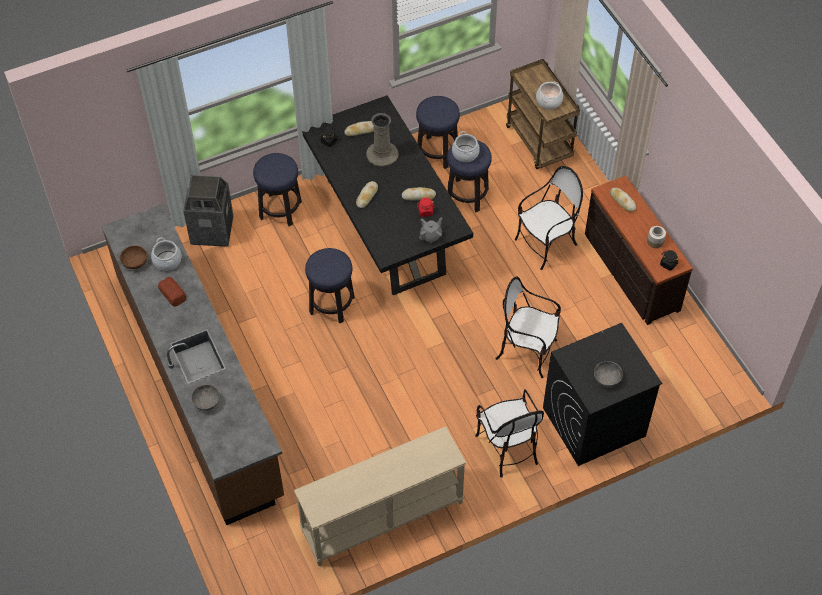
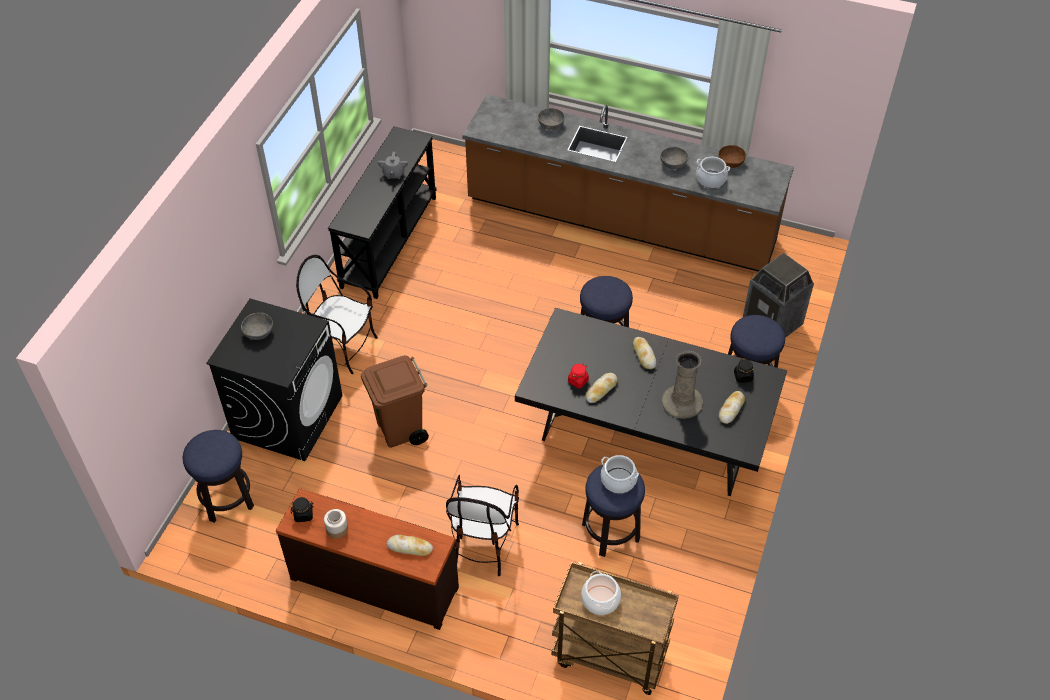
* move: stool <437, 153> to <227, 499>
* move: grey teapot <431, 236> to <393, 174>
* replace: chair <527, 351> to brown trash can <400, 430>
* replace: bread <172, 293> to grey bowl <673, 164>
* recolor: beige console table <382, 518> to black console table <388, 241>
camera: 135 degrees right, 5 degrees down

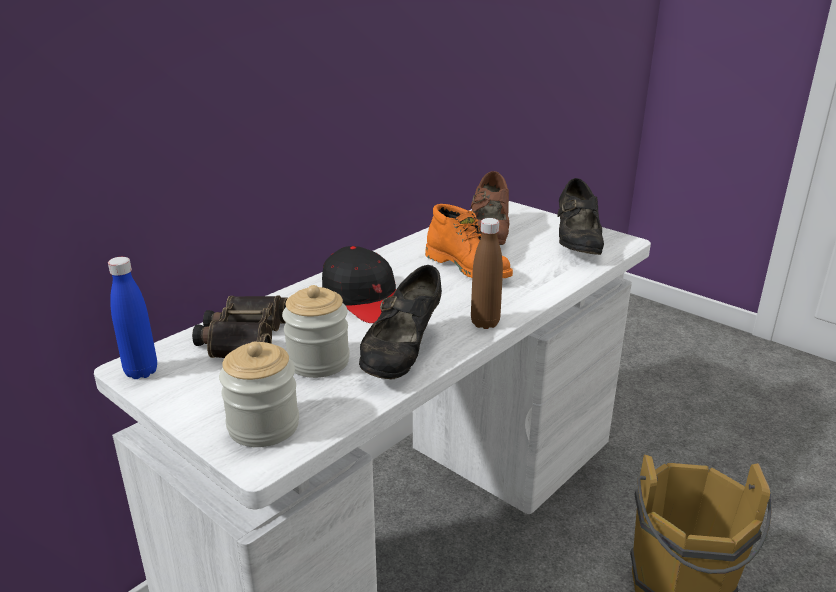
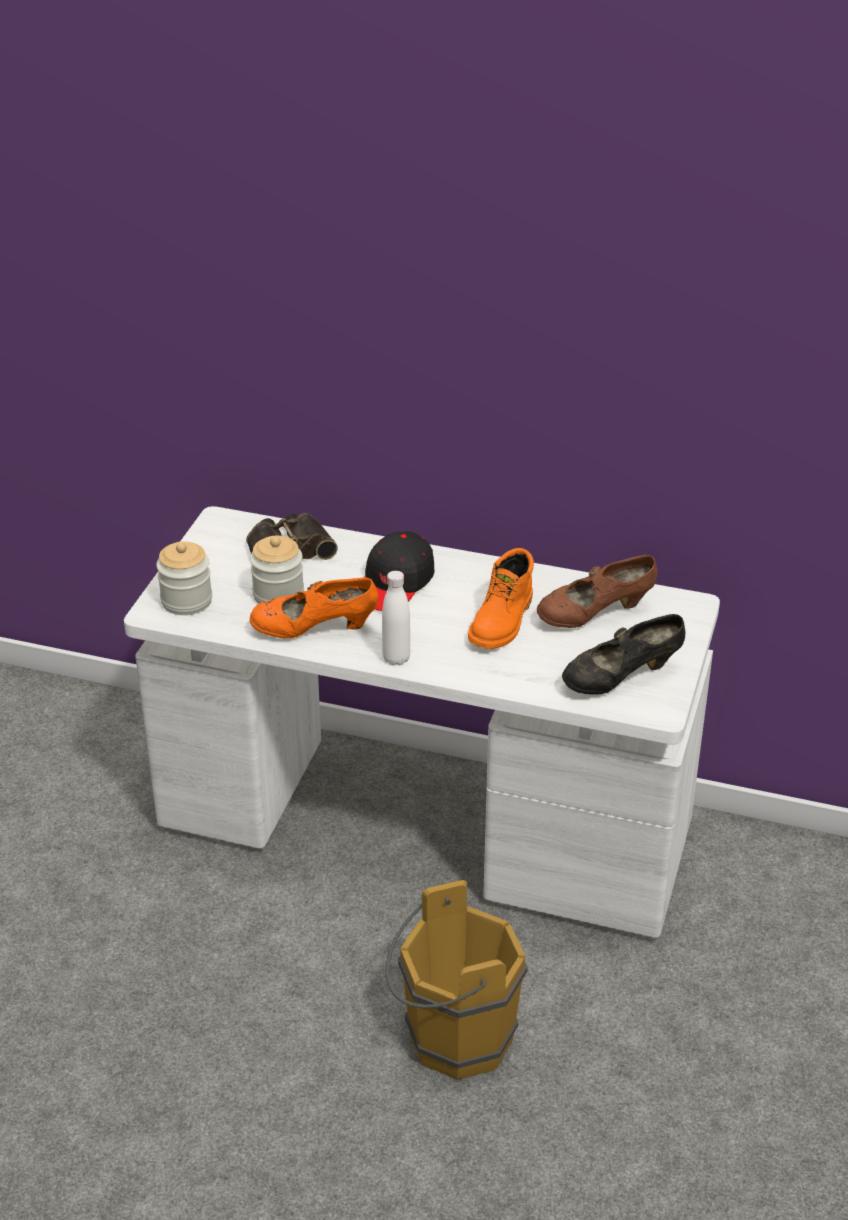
* recolor: brown bottle <485, 323> to white bottle <396, 658>
* delete: blue bottle <141, 372>
* recolor: black shoe <402, 354> to orange shoe <314, 630>
camera: 65 degrees right, 10 degrees up

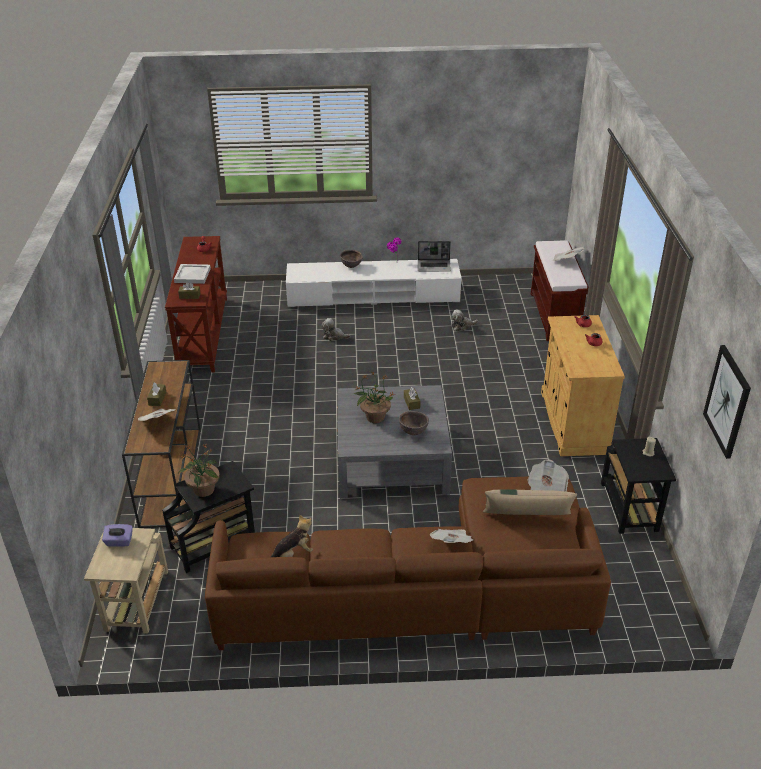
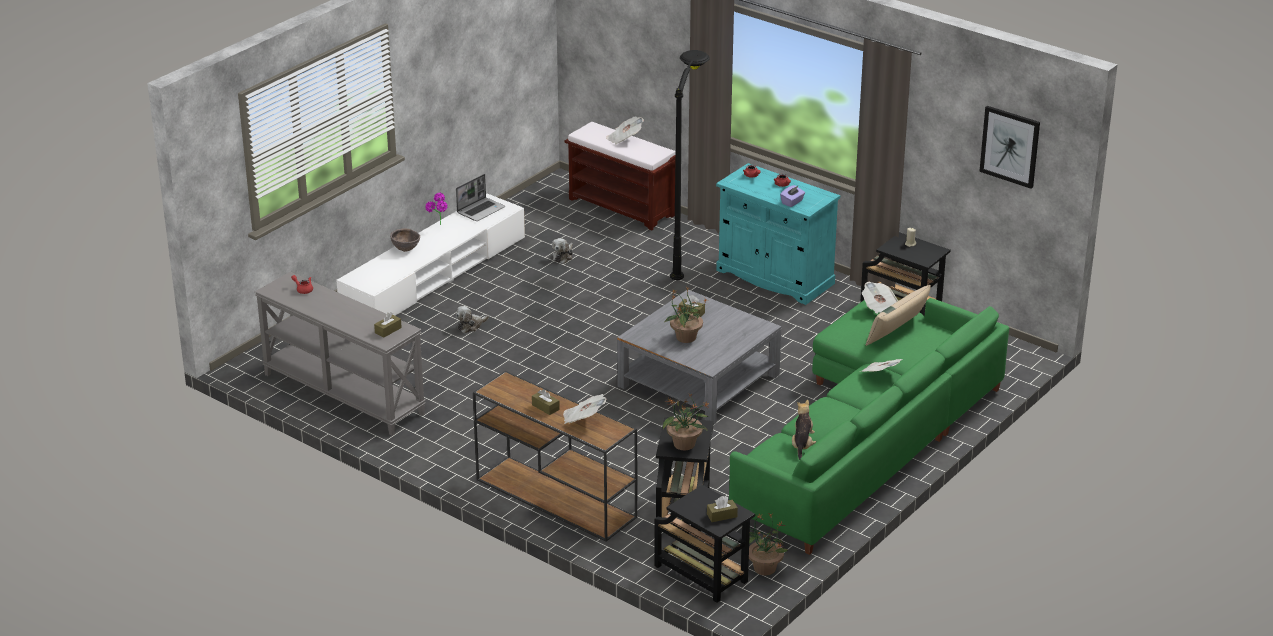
* recolor: brown console table <202, 334> to grey console table <342, 394>
* delete: white tray <193, 275>
* recolor: beige cabinet <573, 422> to turquoise cabinet <774, 277>
* delete: brown bowl <413, 432>
* recolor: brown sofa <426, 591> to green sofa <869, 436>
* move: purple tissue box <119, 542> to <792, 202>
* recolor: beige side table <136, 603> to black side table <703, 575>
* insert: black floor lamp <687, 255>
* insert: brown tissue box <722, 515>
* insert: potted plant <764, 568>
camera: 50 degrees left, 5 degrees down

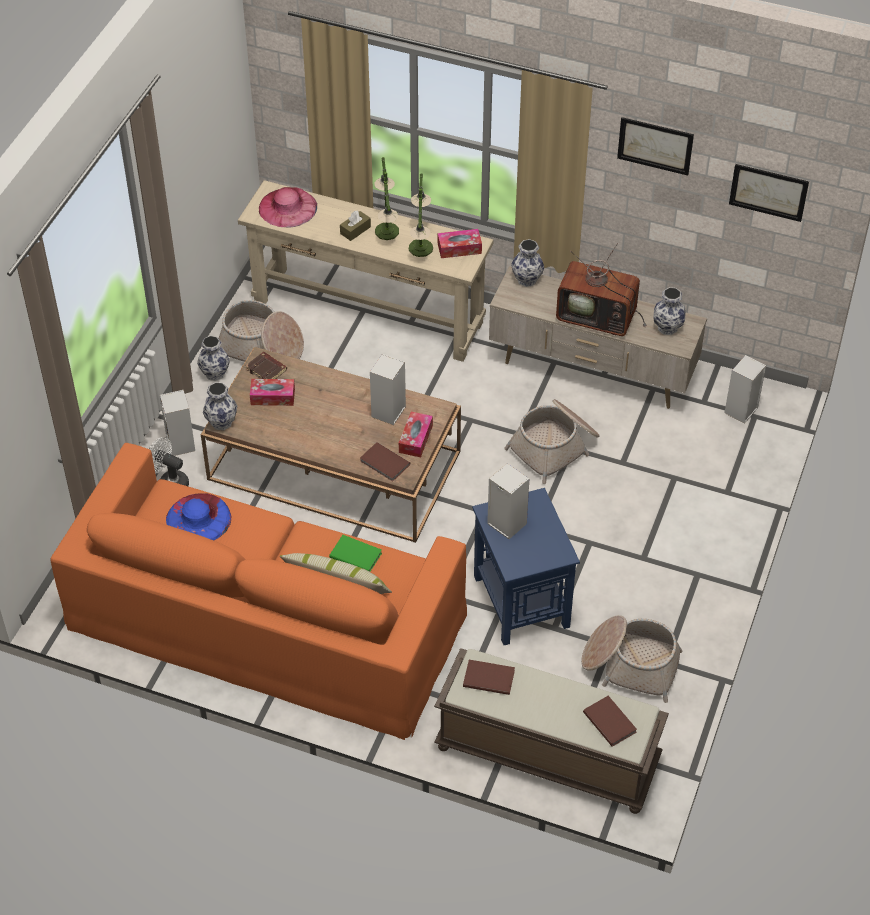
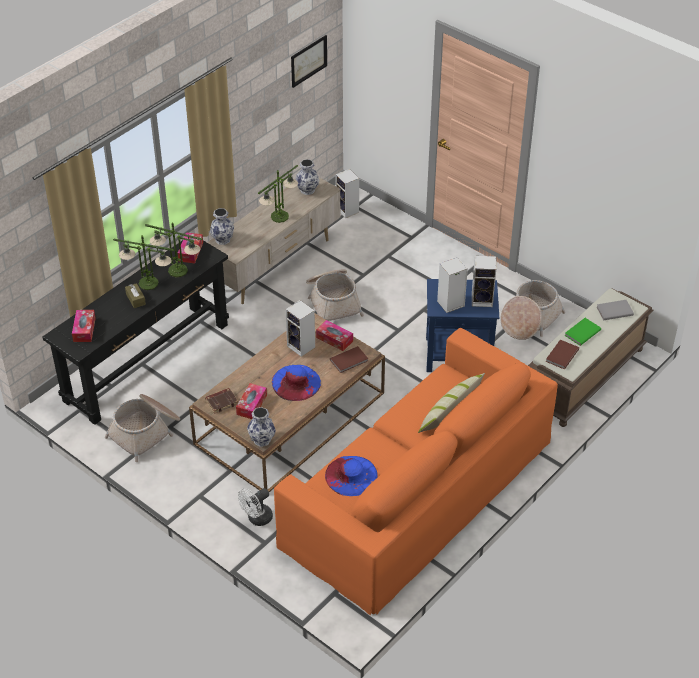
* delete: picture <655, 145>
* recolor: beige console table <368, 313> to black console table <147, 362>
* replace: pink hat <287, 207> to tissue box <84, 330>
* replace: television <599, 317> to table lamp <279, 217>
* delete: vase <215, 373>
* move: speaker <181, 445> to <483, 300>
* move: green book <355, 554> to <581, 332>
* recolor: brown book <610, 721> to grey book <614, 311>
* insert: blue hat <296, 382>
camera: 70 degrees left, 5 degrees down

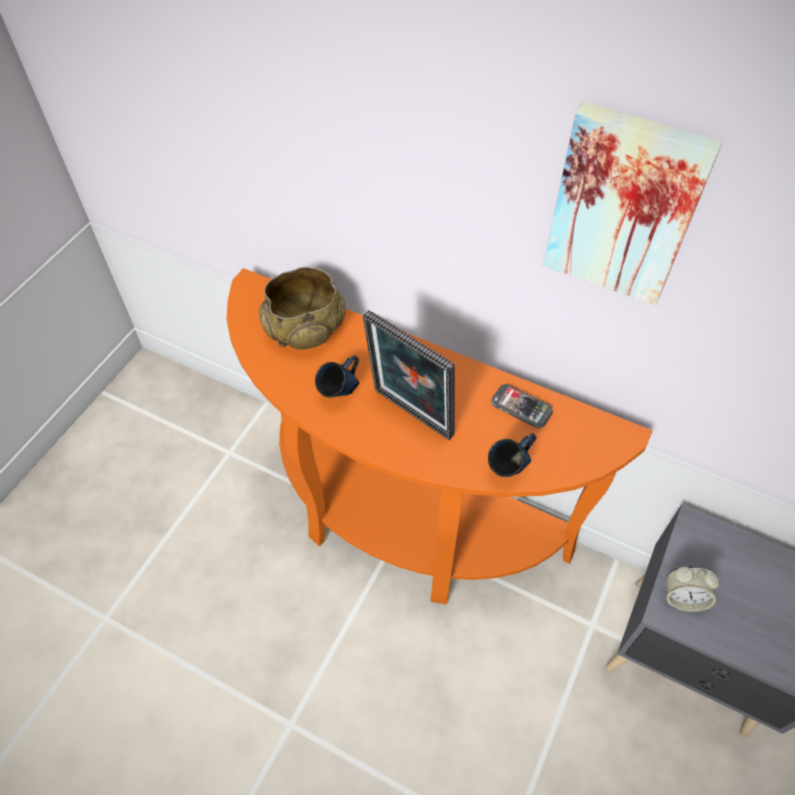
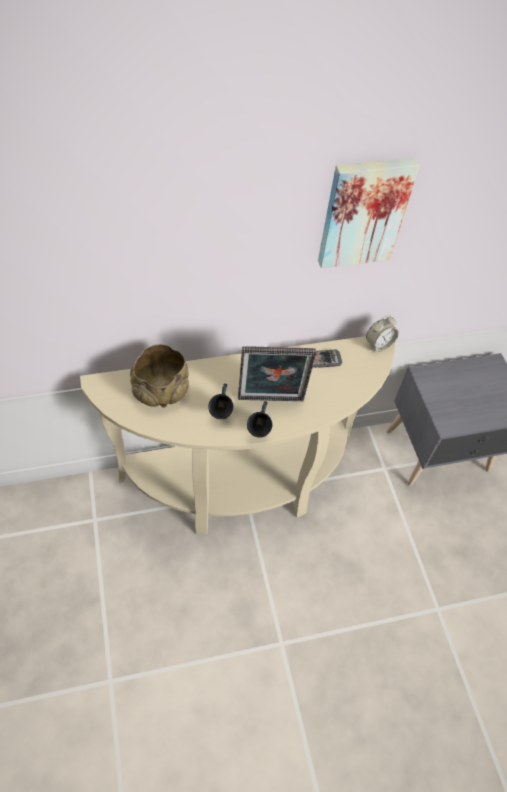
* recolor: orange console table <402, 521> to beige console table <241, 485>
* move: blue mug <509, 471> to <259, 432>
* move: alarm clock <682, 598> to <378, 345>
camera: 45 degrees left, 0 degrees up

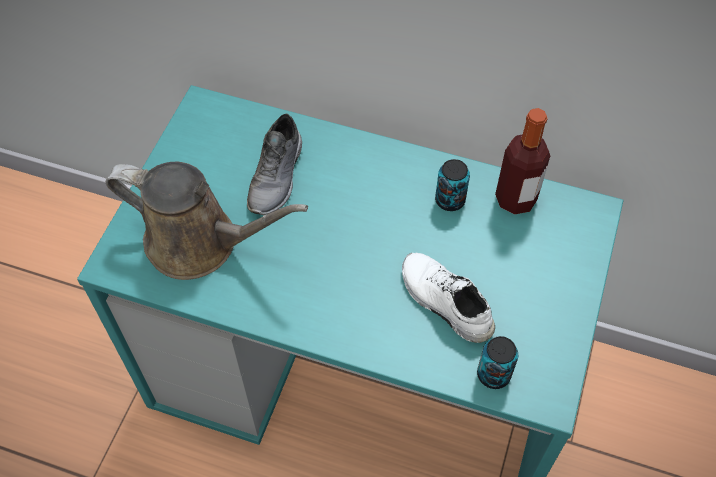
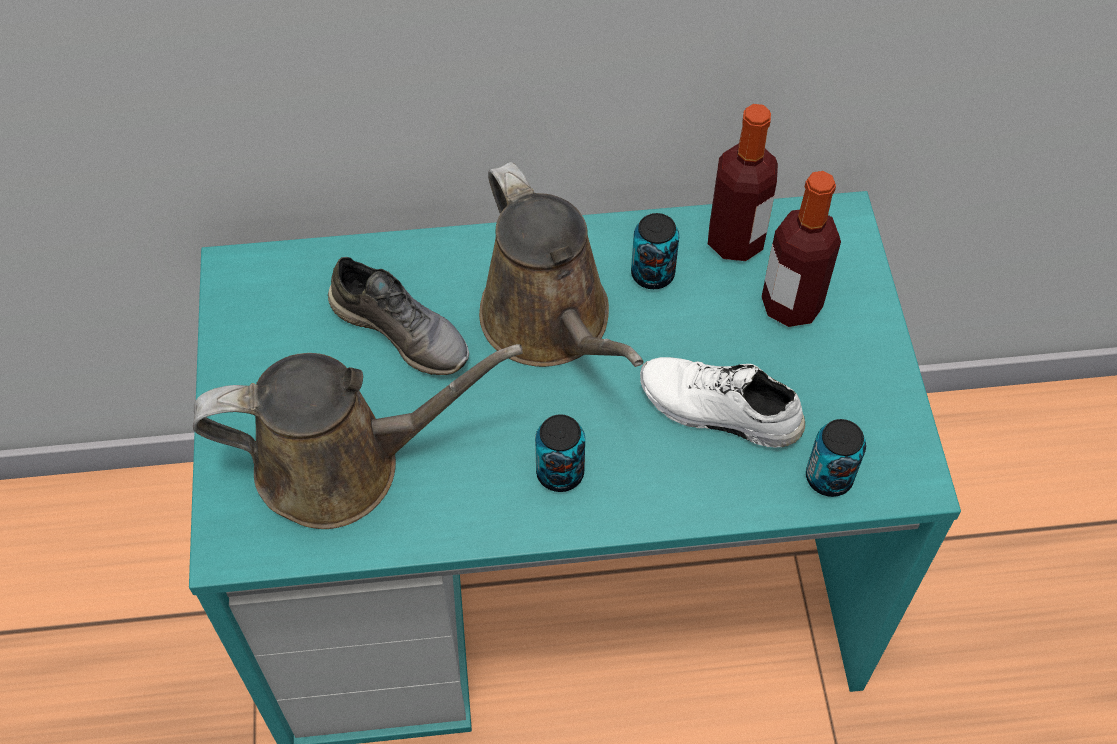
* rotate: grey shoe <277, 176> = <402, 330> 45 degrees counterclockwise
* insert: brown watering can <551, 324>
* insert: bottle <791, 305>
* insert: can <560, 473>
camera: 25 degrees left, 0 degrees up

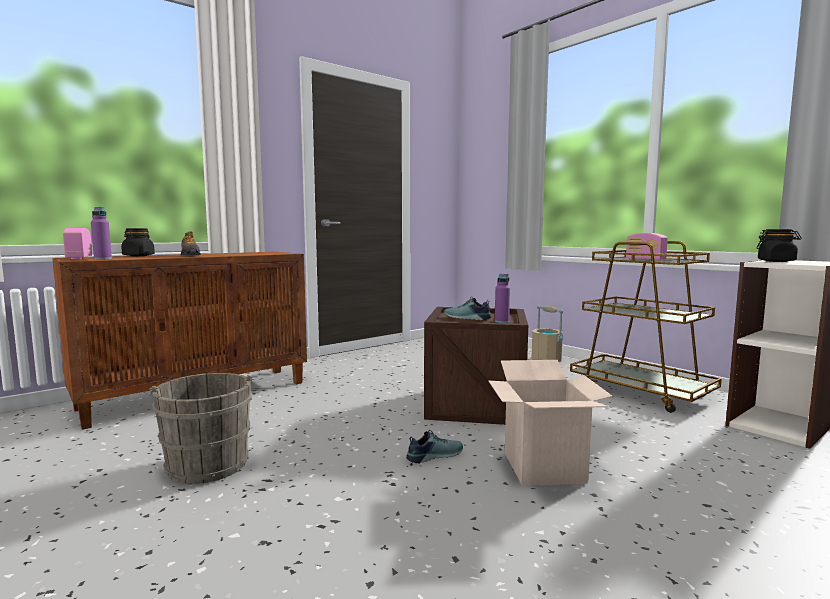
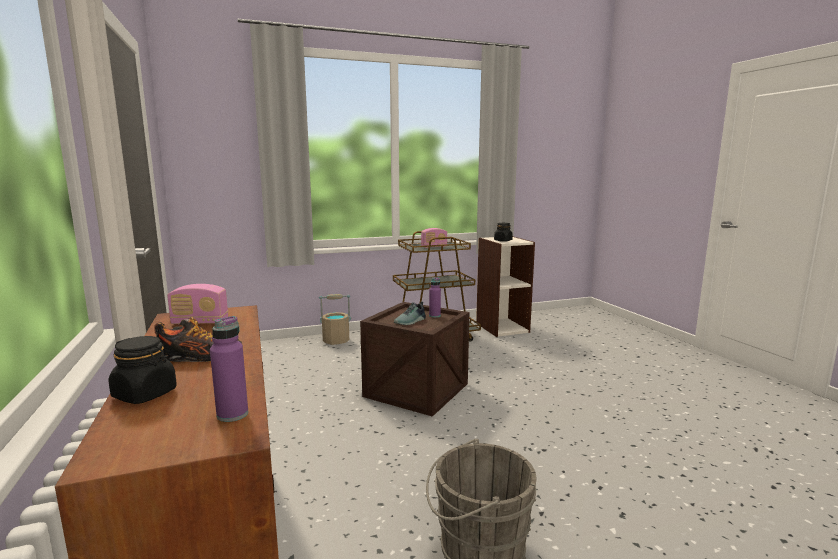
* move: radio <79, 258> to <200, 322>
* delete: cardboard box <543, 468>
* delete: shoe <434, 455>
camera: 70 degrees left, 5 degrees up

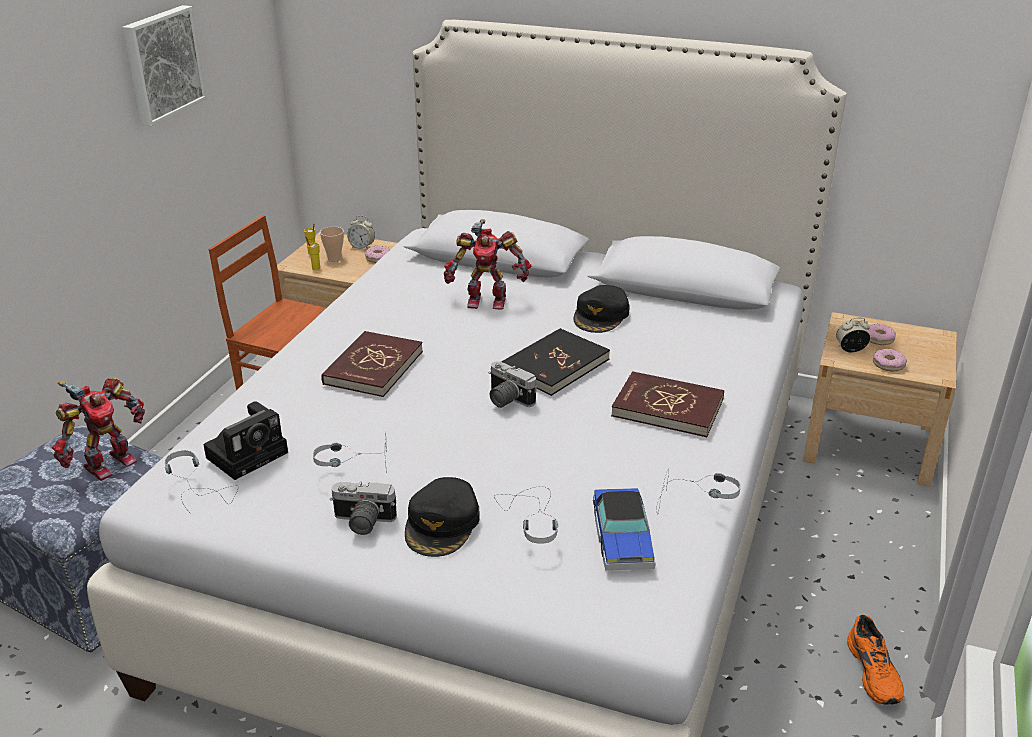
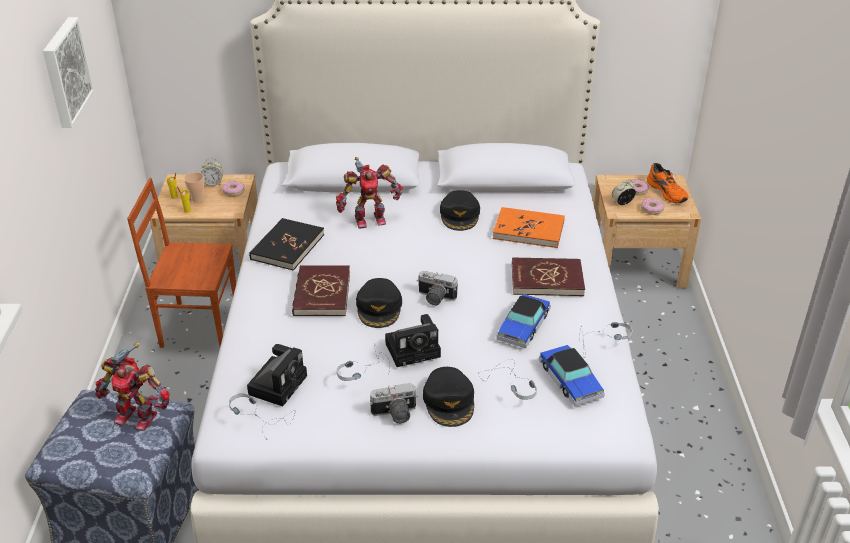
* move: black book <555, 365> to <287, 247>
* rotate: toy robot <108, 463> = <137, 416> 90 degrees clockwise
* move: orange shoe <875, 672> to <668, 192>
* insert: orange book <528, 230>
* insert: black cap <379, 308>
* insert: toy car <523, 326>
* insert: photo camera <415, 349>
camera: 20 degrees left, 5 degrees up

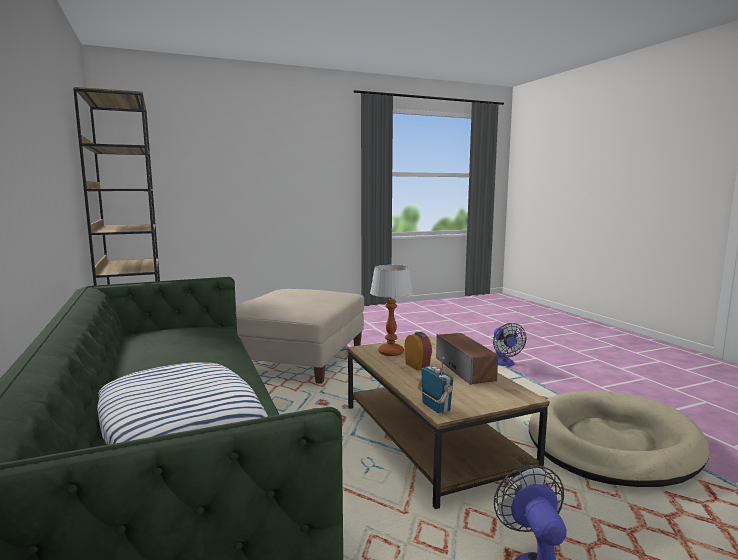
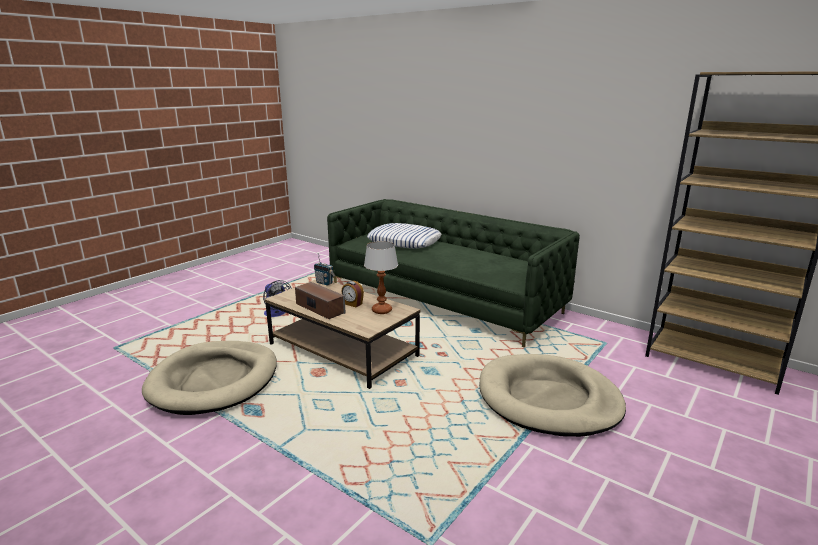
* replace: beige ottoman <297, 358> to beige dog bed <548, 399>
* delete: fan <503, 364>
camera: 150 degrees right, 10 degrees up

